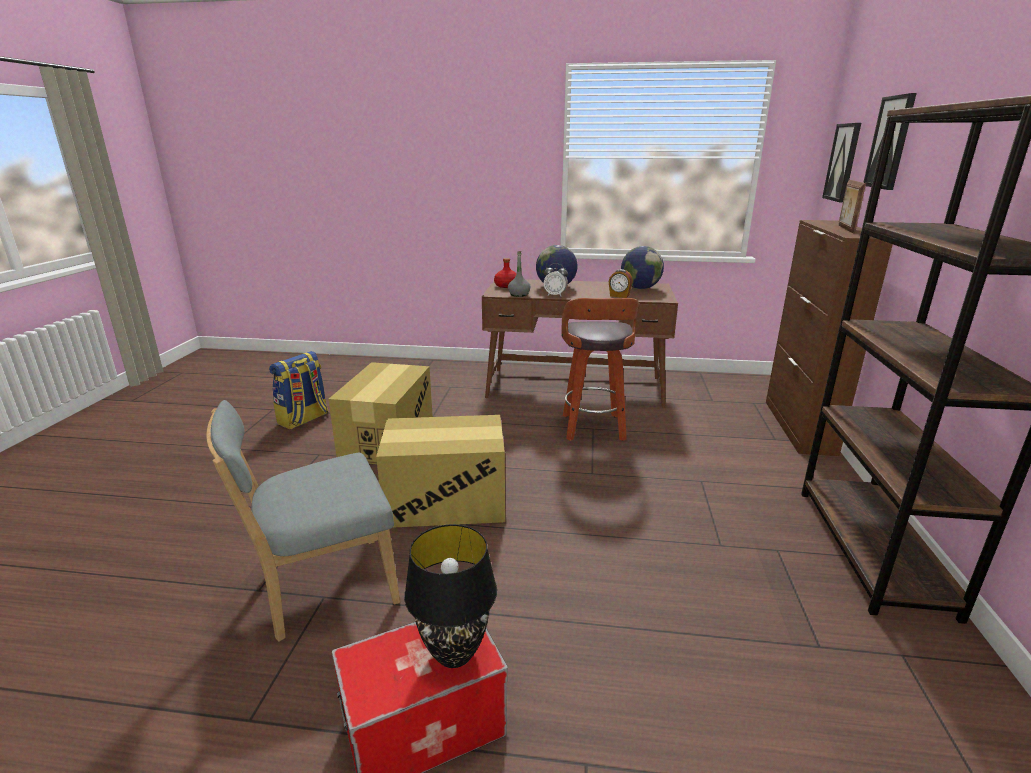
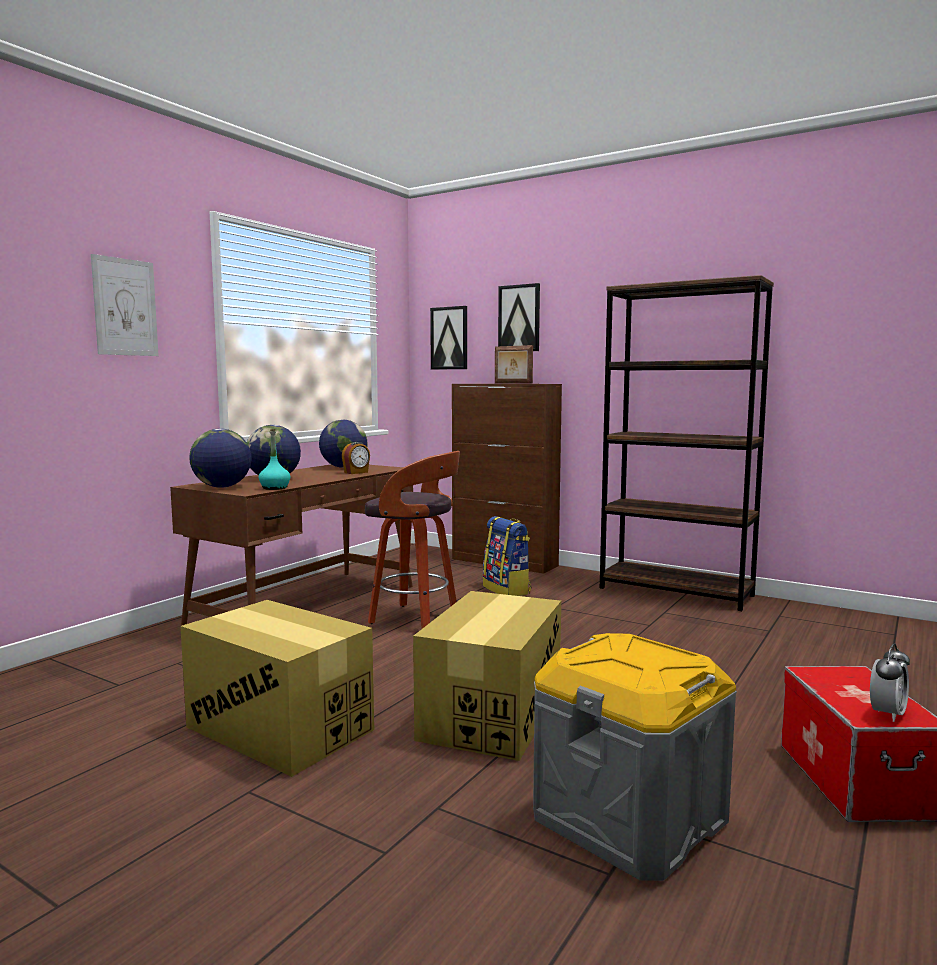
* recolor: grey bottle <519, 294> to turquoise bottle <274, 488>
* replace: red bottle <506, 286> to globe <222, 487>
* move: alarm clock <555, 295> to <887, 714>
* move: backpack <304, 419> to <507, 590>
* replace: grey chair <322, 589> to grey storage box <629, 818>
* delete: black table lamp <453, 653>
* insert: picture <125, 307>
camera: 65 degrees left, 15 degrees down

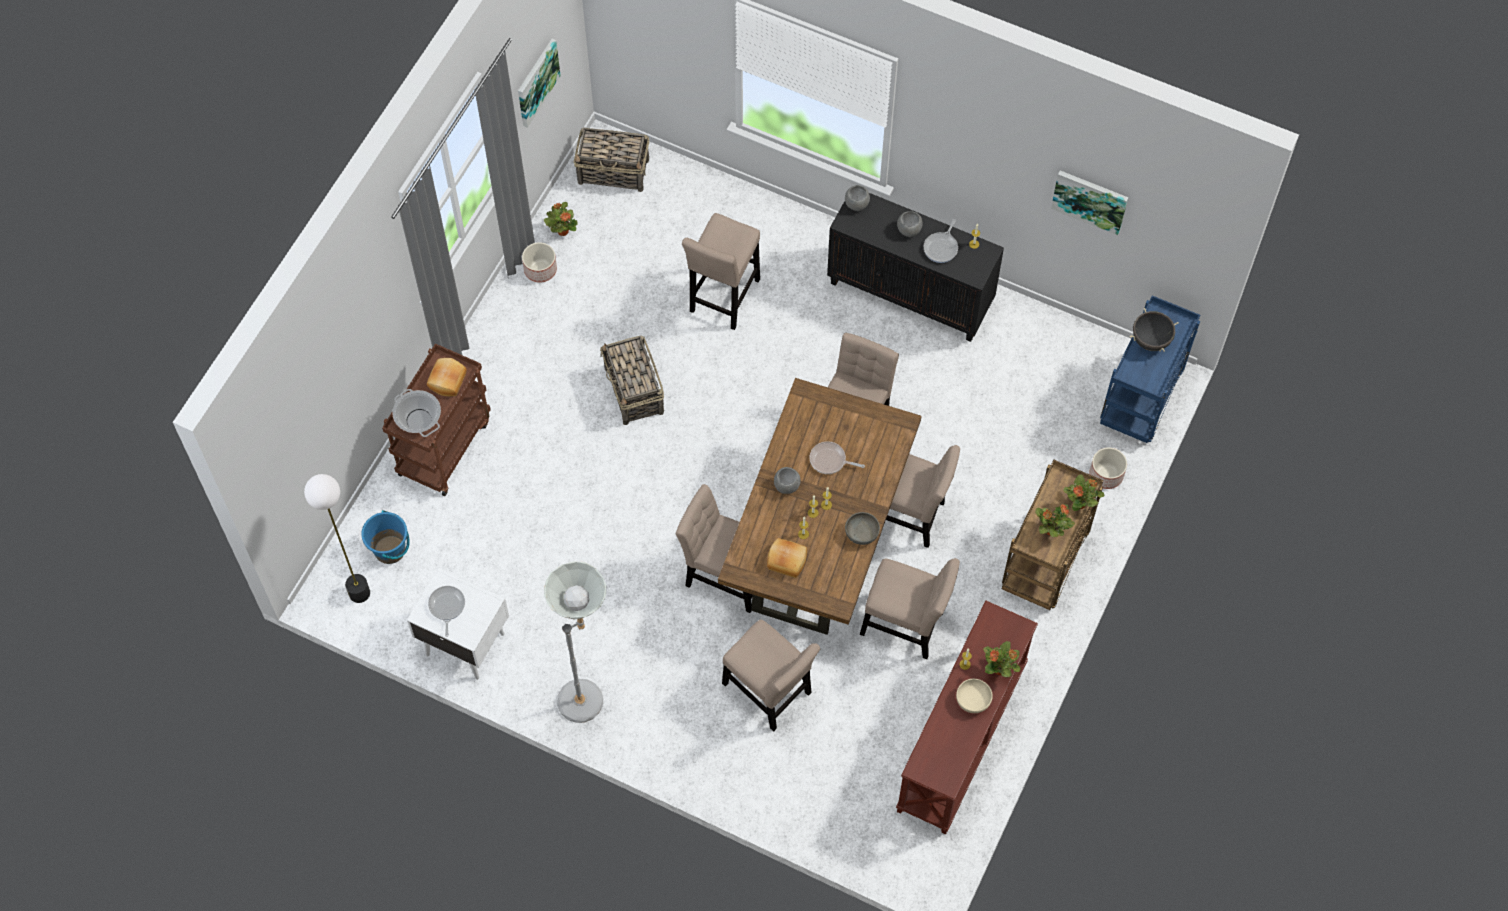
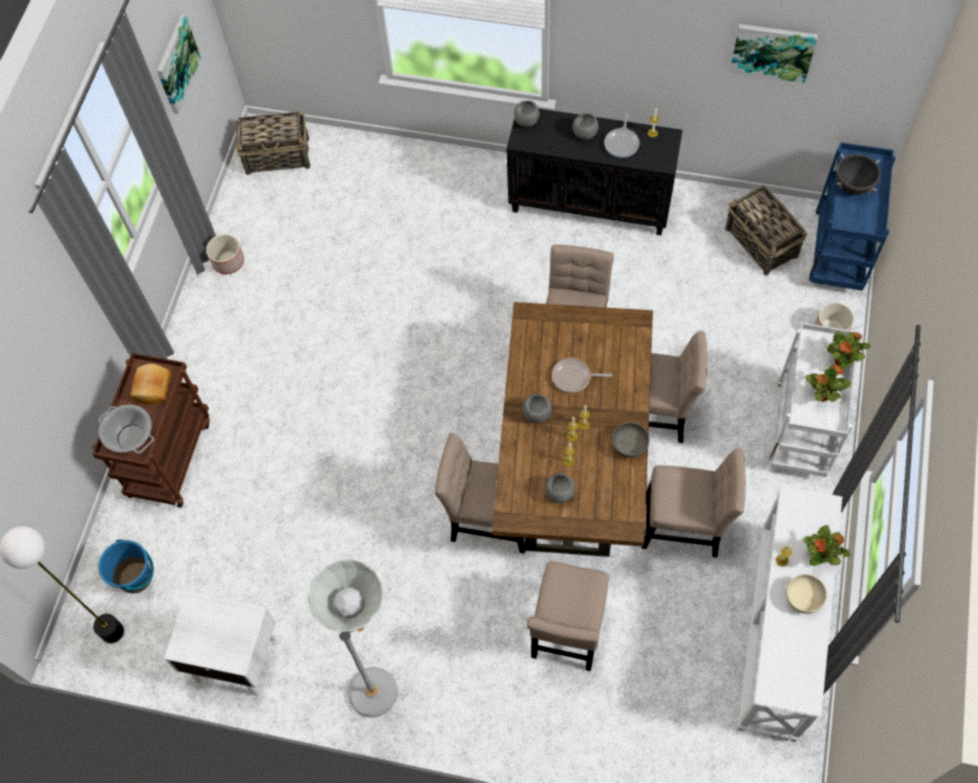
* delete: potted plant <562, 230>
* delete: beige stool <723, 299>
* move: basket <634, 391> to <761, 243>
* recolor: brown cart <1045, 563> to white cart <802, 430>
* replace: bread <787, 560> to grey bowl <560, 492>
* delete: frying pan <446, 607>
* recolor: brown console table <962, 739> to white console table <779, 633>
* rotate: beige chair <769, 692> = <567, 632> 75 degrees clockwise
camera: 10 degrees left, 0 degrees up

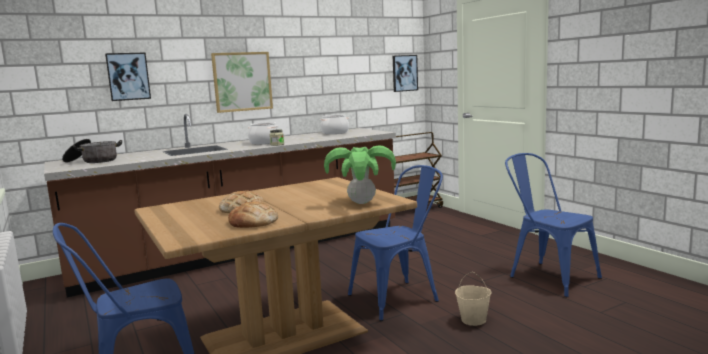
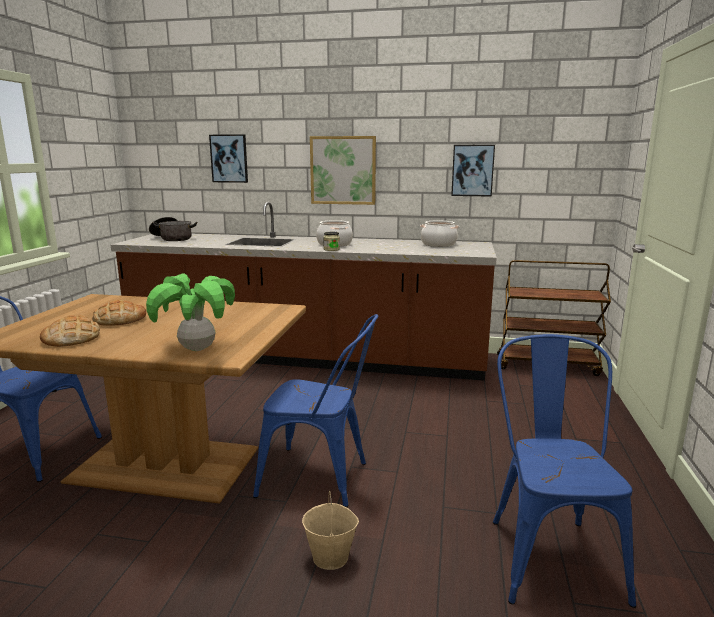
* move: picture <404, 73> to <472, 170>
camera: 40 degrees right, 5 degrees up

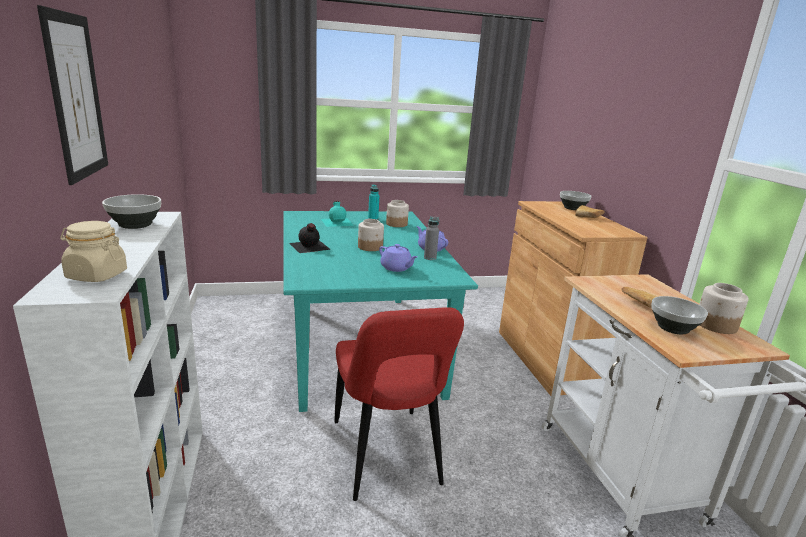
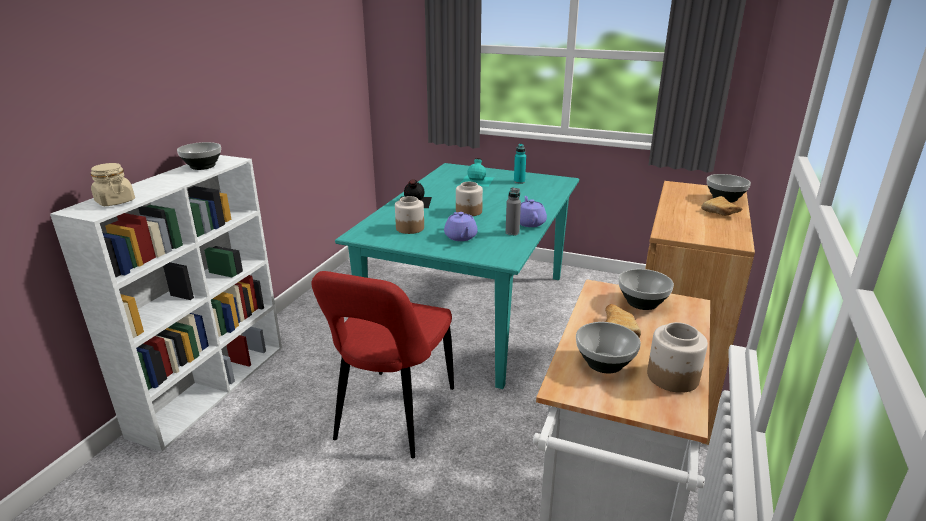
* delete: picture <76, 97>
* move: jar <396, 224> to <409, 228>
* insert: bowl <642, 302>
camera: 35 degrees right, 5 degrees up

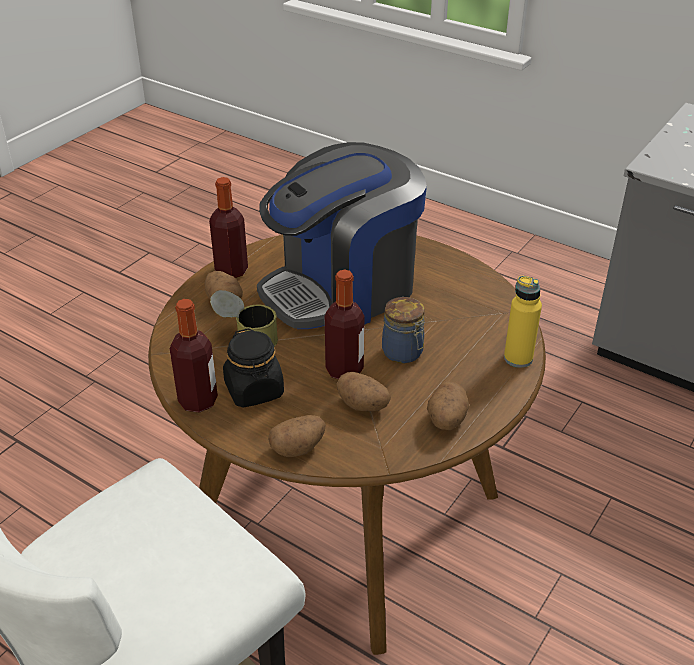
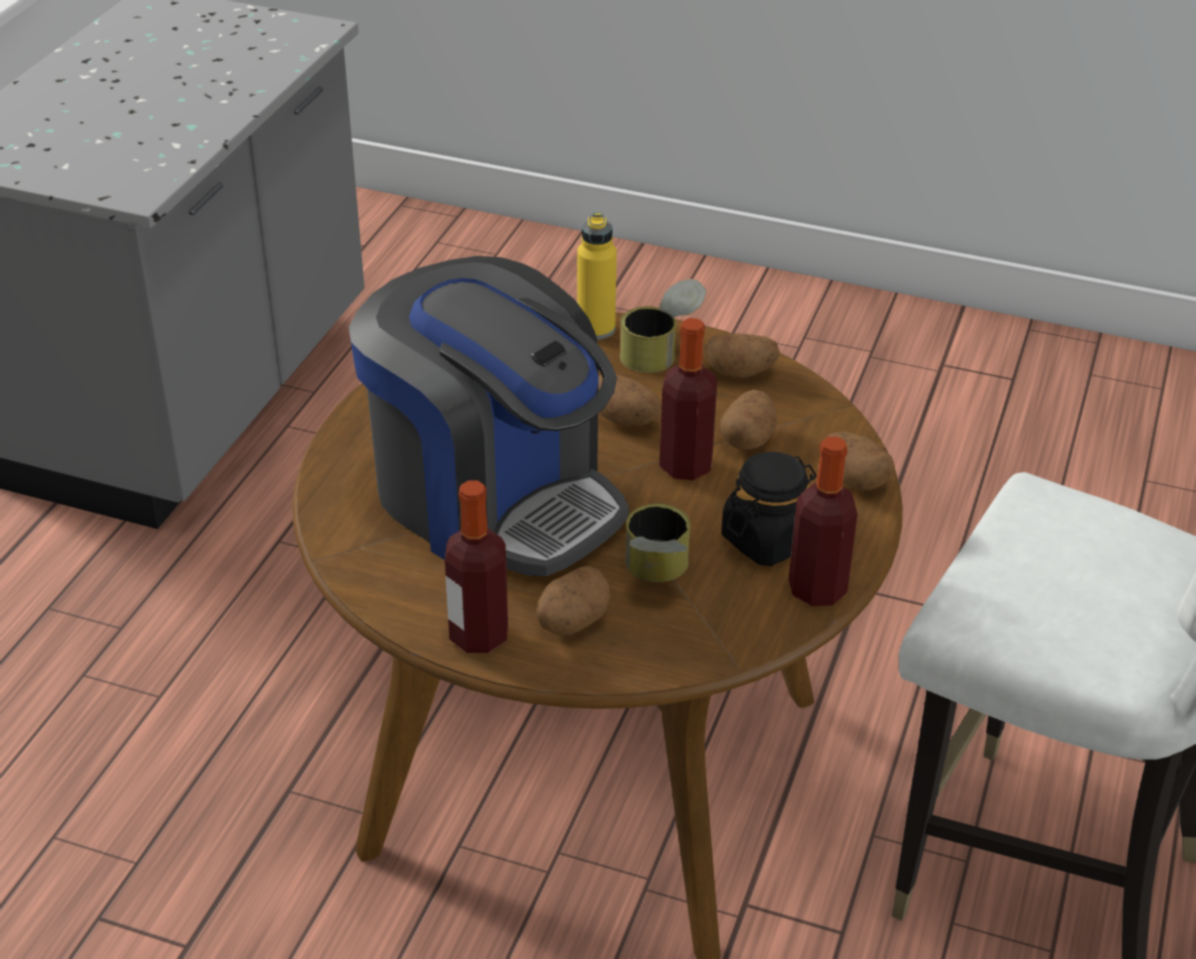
* replace: jar <403, 353> to potato <626, 420>
* insert: can <661, 351>
camera: 105 degrees left, 0 degrees up

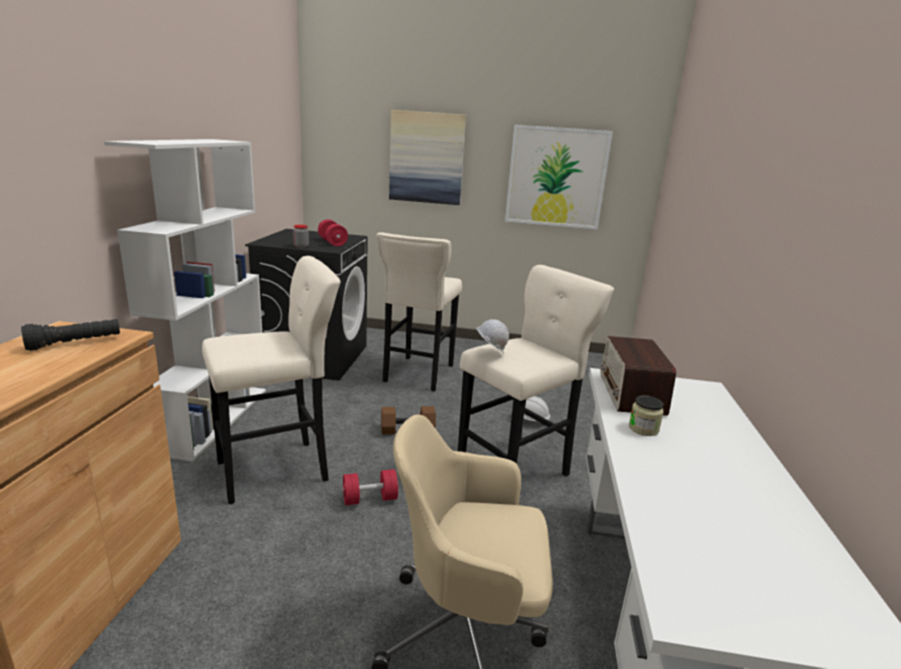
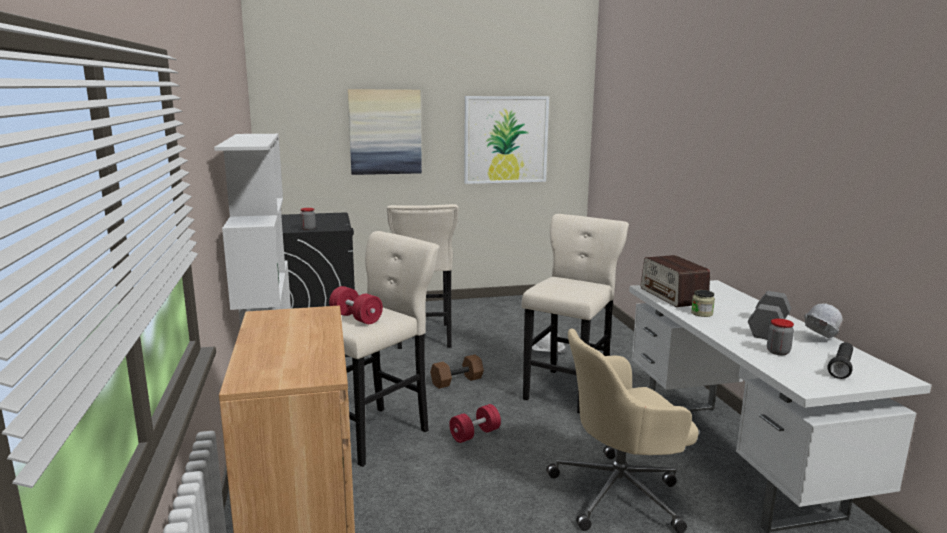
* move: red dumbbell <332, 242> to <356, 318>
* move: black flashlight <75, 343> to <841, 367>
* move: white hard hat <490, 354> to <818, 340>
* insert: grey dumbbell <767, 328>
* insert: jar <778, 352>
camera: 20 degrees left, 5 degrees down

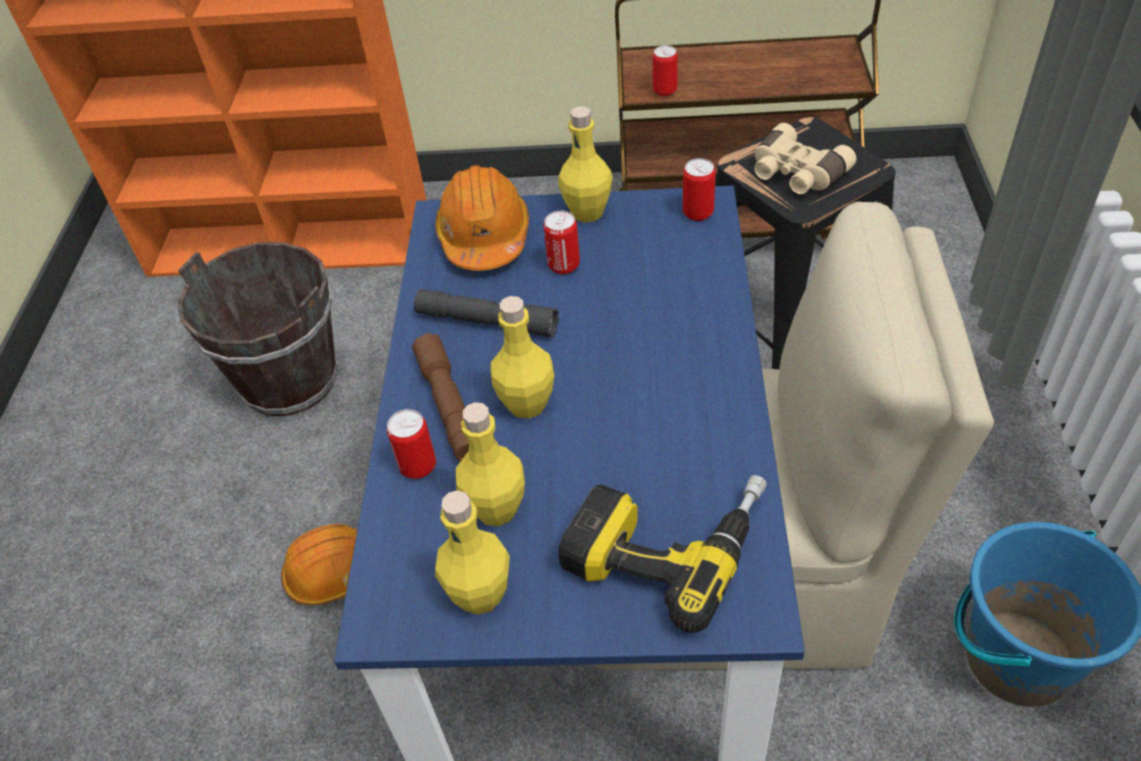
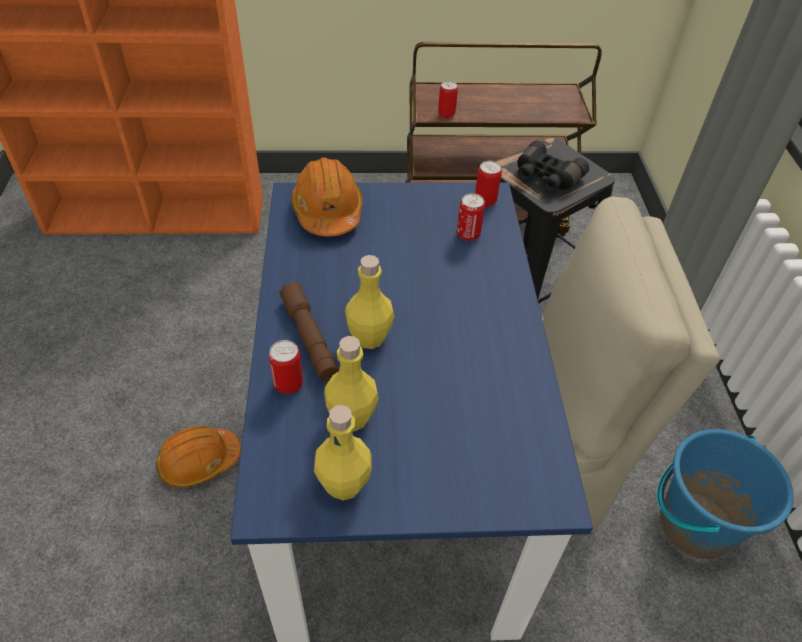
* delete: yellow bottle <587, 212>
* recolor: beige binoculars <795, 174> to black binoculars <545, 178>
* move: can <564, 265> to <468, 234>
* delete: brown bucket <290, 380>
* delete: grey flashlight <487, 322>
* delete: power drill <667, 542>
camera: 10 degrees left, 0 degrees up

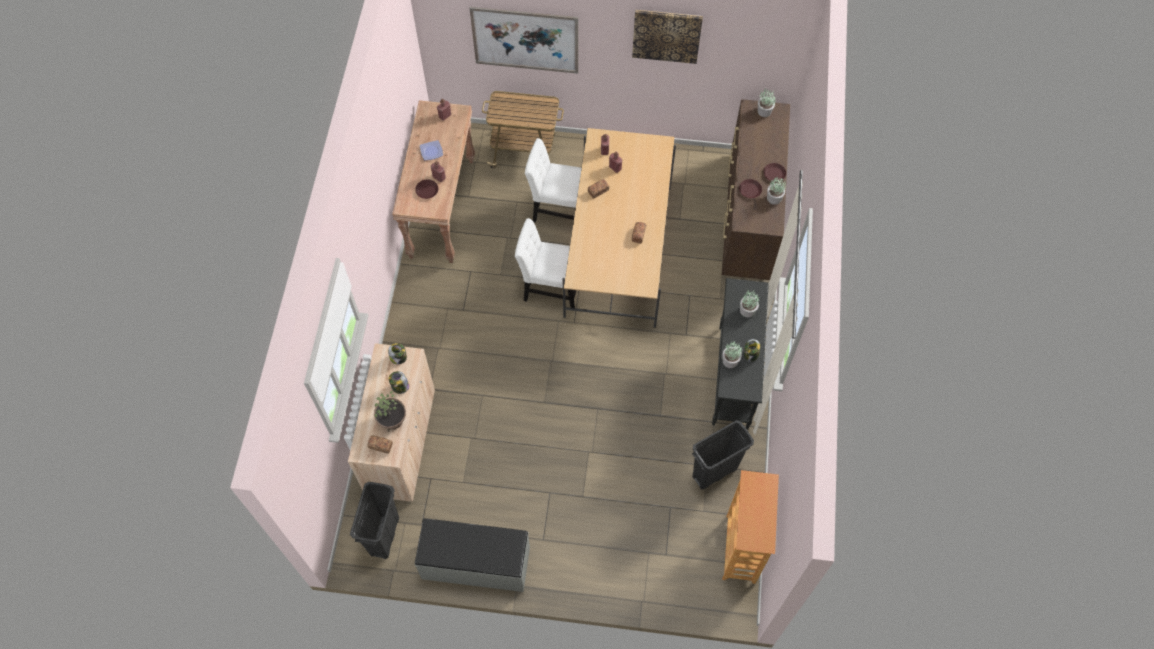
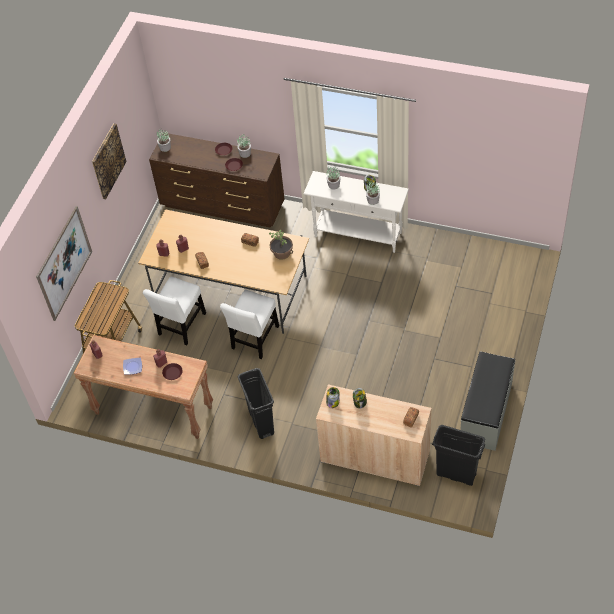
* recolor: black console table <733, 377> to white console table <358, 235>
* move: potted plant <392, 419> to <282, 253>
* move: black trash can <714, 472> to <261, 422>
* delete: bookcase <741, 549>
camera: 75 degrees left, 10 degrees down

